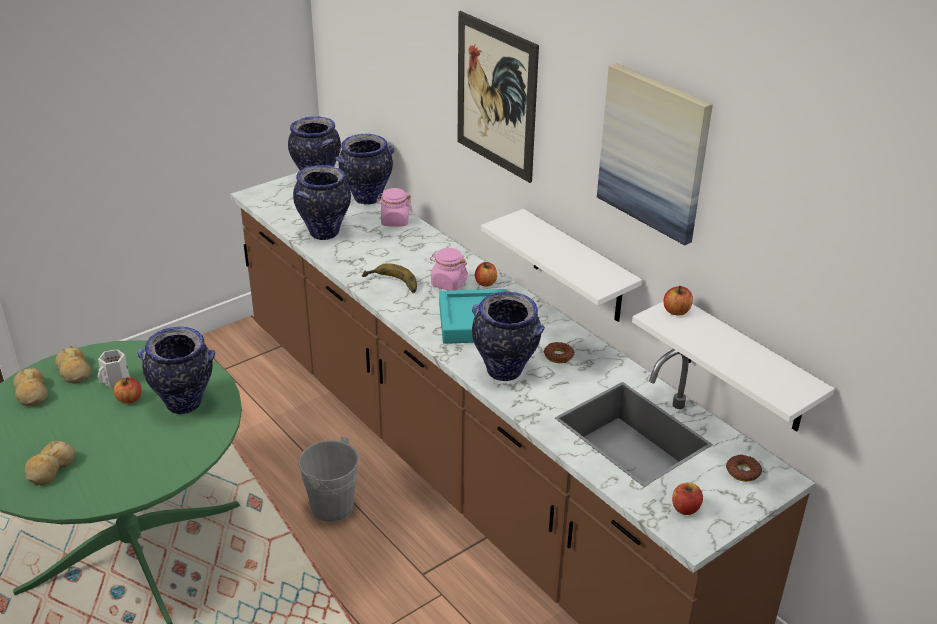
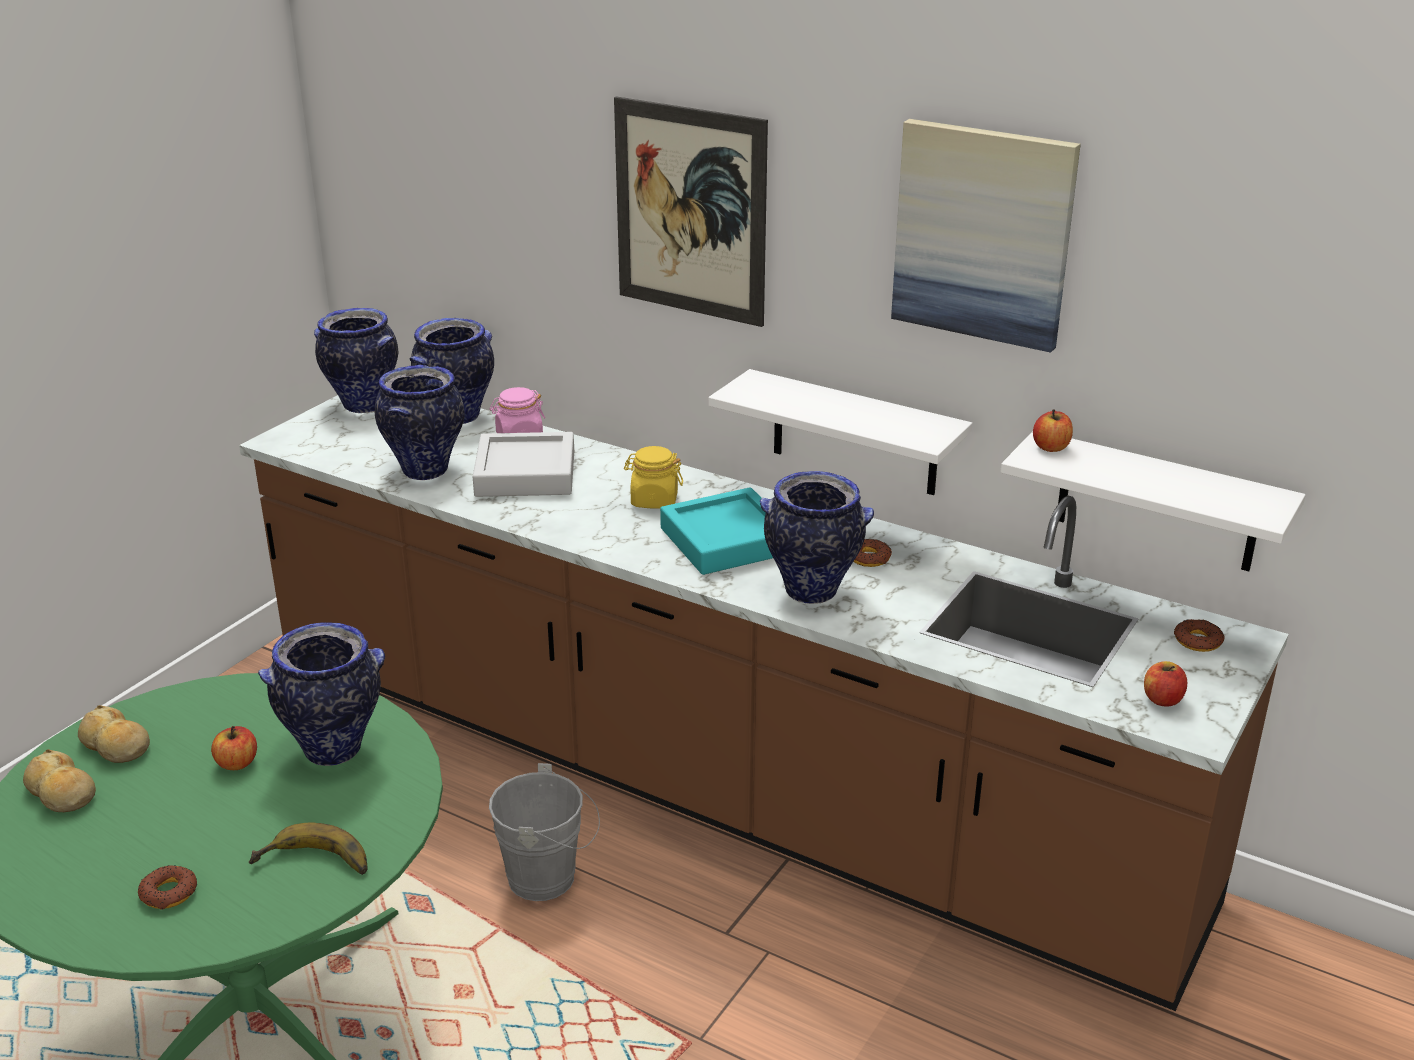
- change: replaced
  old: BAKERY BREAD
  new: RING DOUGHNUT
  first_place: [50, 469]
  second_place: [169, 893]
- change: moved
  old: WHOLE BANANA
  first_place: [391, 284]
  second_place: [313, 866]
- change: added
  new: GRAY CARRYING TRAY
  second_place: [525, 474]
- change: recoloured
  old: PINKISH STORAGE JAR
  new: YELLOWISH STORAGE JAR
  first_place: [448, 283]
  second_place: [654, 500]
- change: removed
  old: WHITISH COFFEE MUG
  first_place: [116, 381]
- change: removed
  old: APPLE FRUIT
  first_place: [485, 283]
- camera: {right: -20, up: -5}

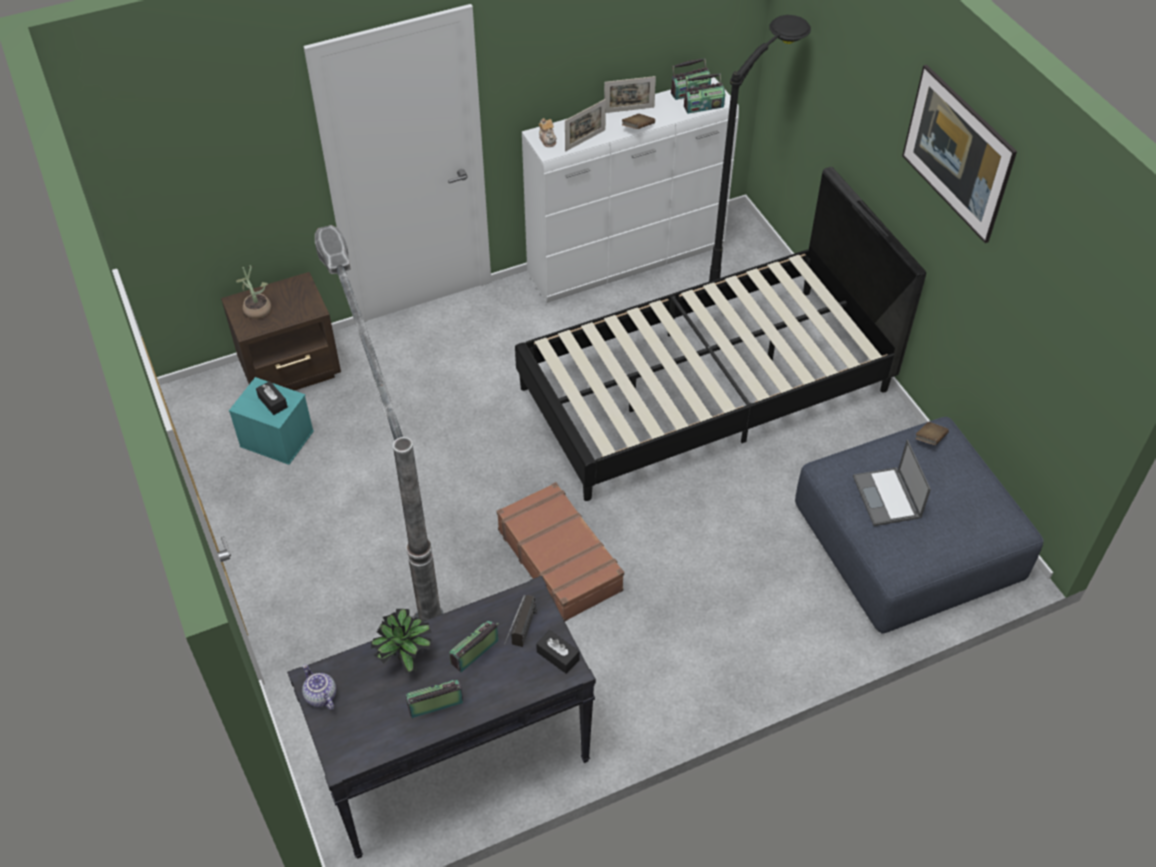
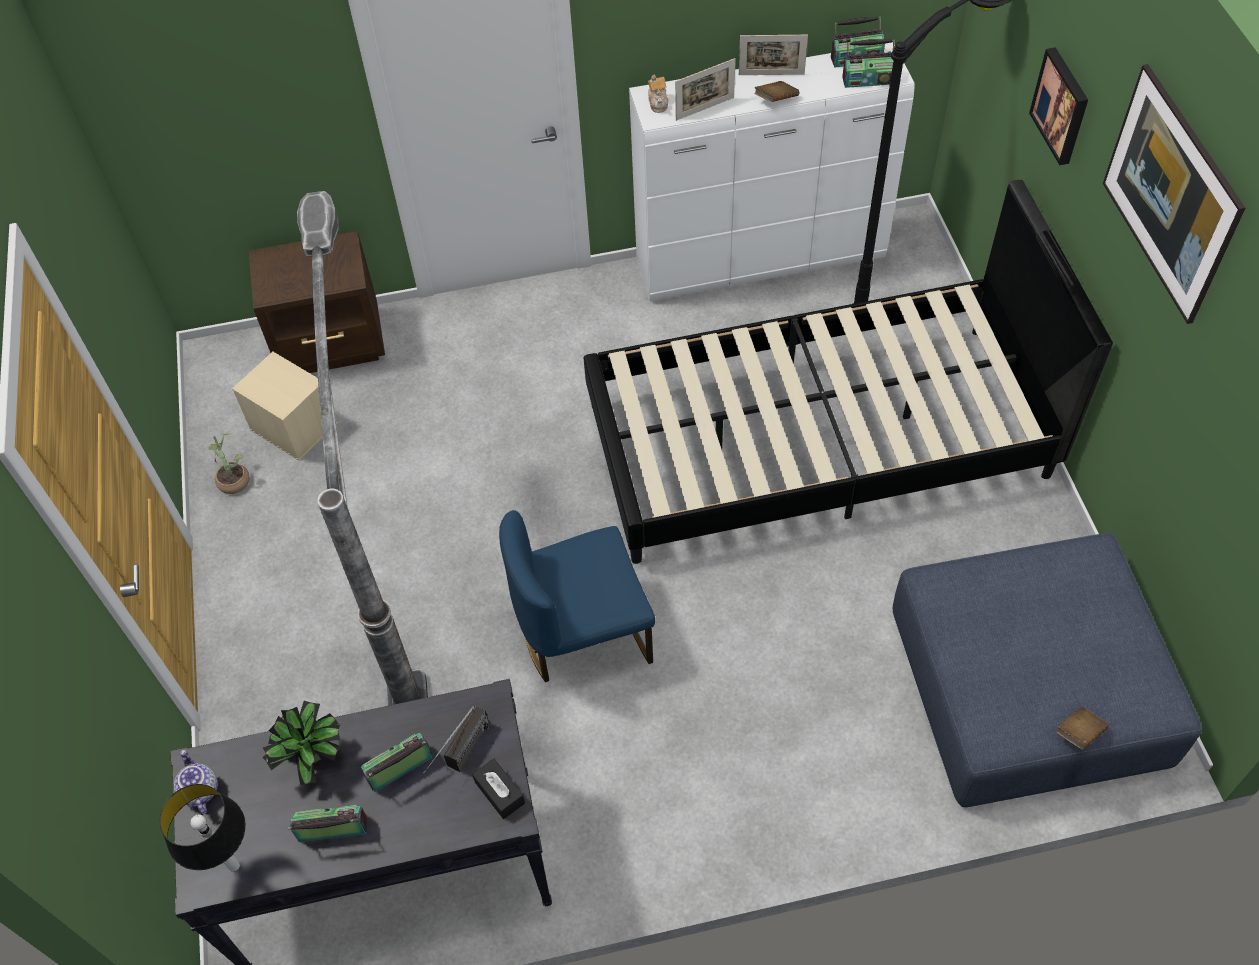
- change: added
  new: LAMP FOR A TABLE
  second_place: [234, 866]
- change: moved
  old: HOUSEPLANT
  first_place: [256, 308]
  second_place: [233, 478]
- change: recoloured
  old: BLUE-GREEN STORAGE BOX
  new: BEIGE STORAGE BOX
  first_place: [275, 439]
  second_place: [292, 426]
- change: replaced
  old: BROWNISH PIECE OF LUGGAGE
  new: BLUE-COLOURED CHAIR
  first_place: [560, 559]
  second_place: [583, 634]
- change: added
  new: WALL PICTURE
  second_place: [1062, 105]
- change: moved
  old: BROWNISH BOOK
  first_place: [930, 439]
  second_place: [1079, 733]
- change: removed
  old: BLACK-COLOURED BOX OF TISSUES
  first_place: [272, 402]
- change: removed
  old: PORTABLE COMPUTER
  first_place: [887, 497]
- camera: {right: 15, up: 5}

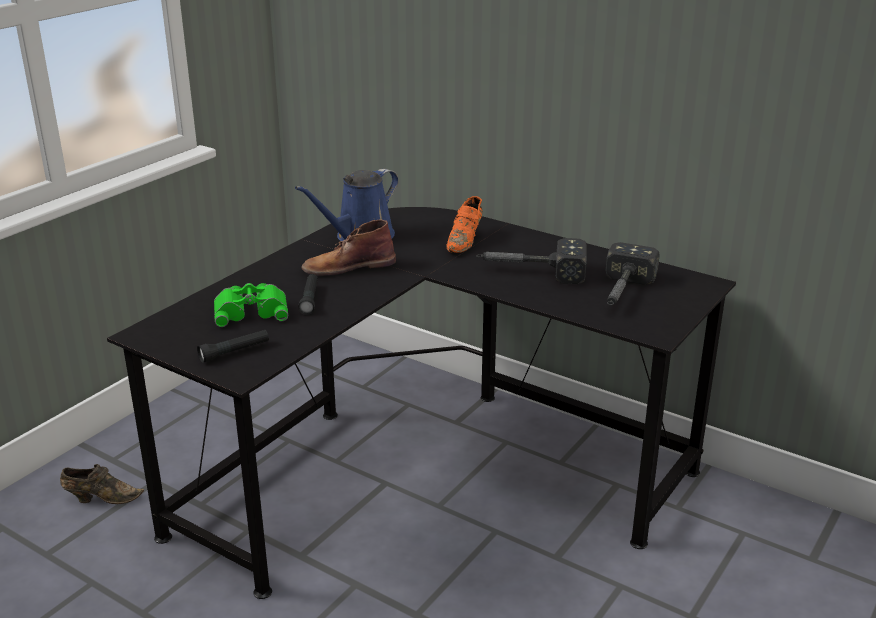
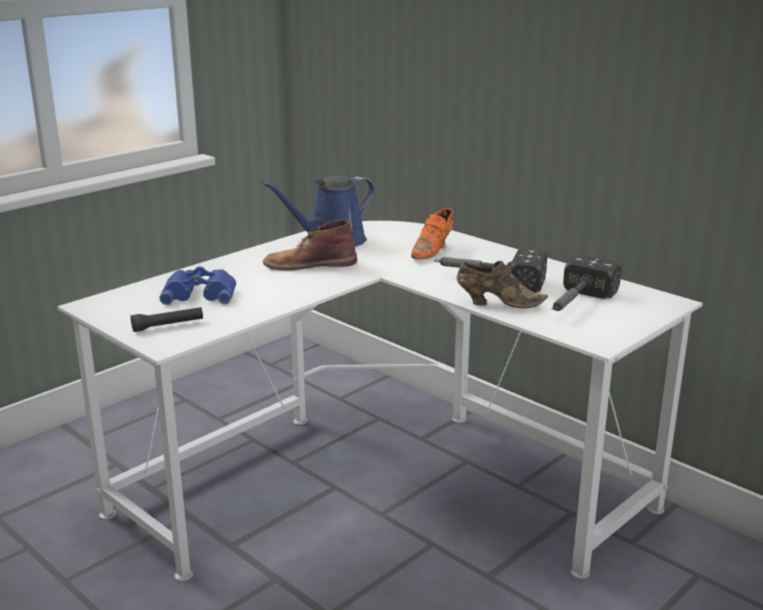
- change: recoloured
  old: BLACK-COLOURED DESK TABLE
  new: WHITISH DESK TABLE
  first_place: [427, 466]
  second_place: [380, 476]
- change: recoloured
  old: GREENISH BINOCULARS
  new: BLUE-COLOURED BINOCULARS
  first_place: [251, 310]
  second_place: [200, 293]
- change: moved
  old: BROWNISH SHOE
  first_place: [101, 498]
  second_place: [497, 303]
- change: removed
  old: BLACK-COLOURED FLASHLIGHT
  first_place: [309, 299]
- camera: {right: 10, up: -5}

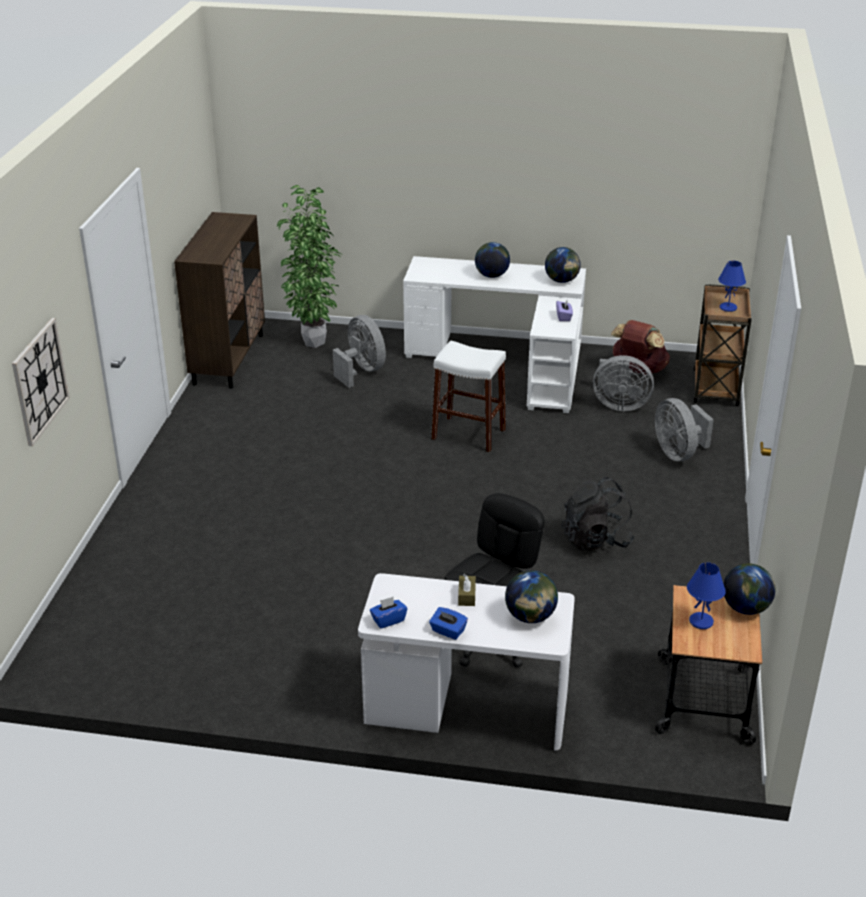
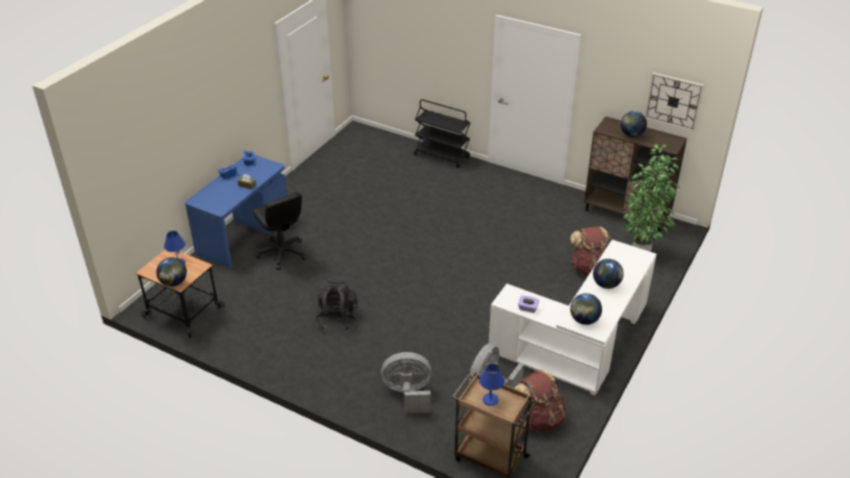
- change: recoloured
  old: WHITISH DESK TABLE
  new: BLUE-COLOURED DESK TABLE
  first_place: [465, 708]
  second_place: [243, 234]
- change: added
  new: BLACK-COLOURED TROLLEY
  second_place: [442, 156]
- change: replaced
  old: GRAY COOLING FAN
  new: BROWNISH BACKPACK
  first_place: [361, 371]
  second_place: [590, 268]
- change: moved
  old: WORLD GLOBE
  first_place: [530, 617]
  second_place: [631, 135]
- change: moved
  old: WALL CLOCK
  first_place: [40, 381]
  second_place: [673, 101]
- change: removed
  old: WHITISH STOOL
  first_place: [468, 434]
- camera: {right: 110, up: 5}

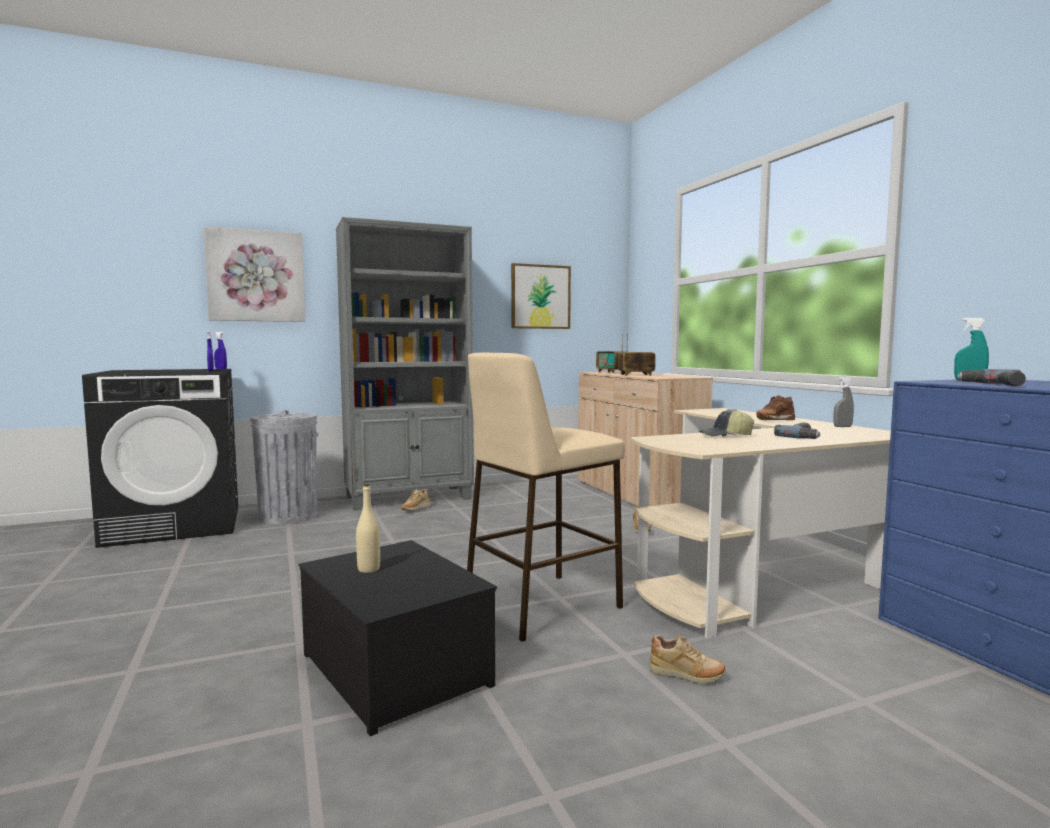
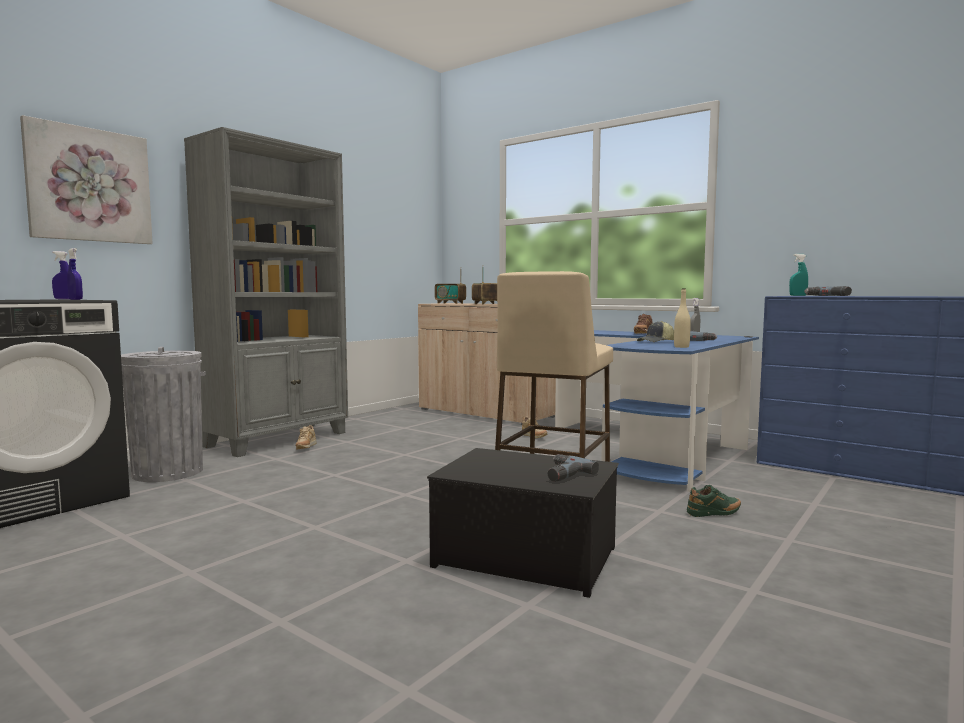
- change: added
  new: POWER DRILL
  second_place: [561, 474]
- change: recoloured
  old: BEIGE DESK TABLE
  new: BLUE-COLOURED DESK TABLE
  first_place: [760, 570]
  second_place: [653, 449]
- change: moved
  old: BEIGE DRINK BOTTLE
  first_place: [368, 569]
  second_place: [681, 347]
- change: recoloured
  old: BEIGE SHOE
  new: GREENISH SHOE
  first_place: [686, 676]
  second_place: [714, 514]
- change: removed
  old: WALL PICTURE
  first_place: [540, 297]
- camera: {right: -30, up: 0}

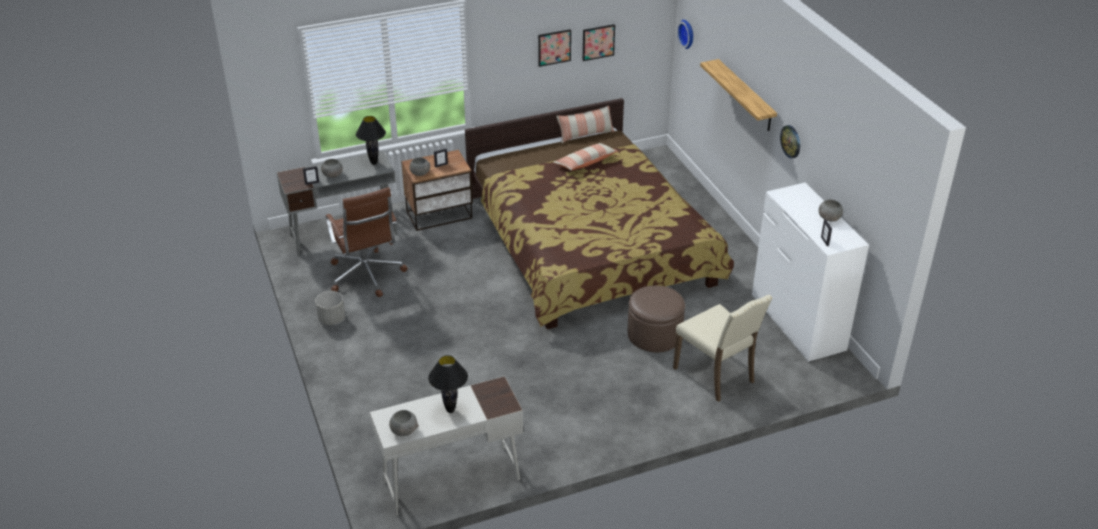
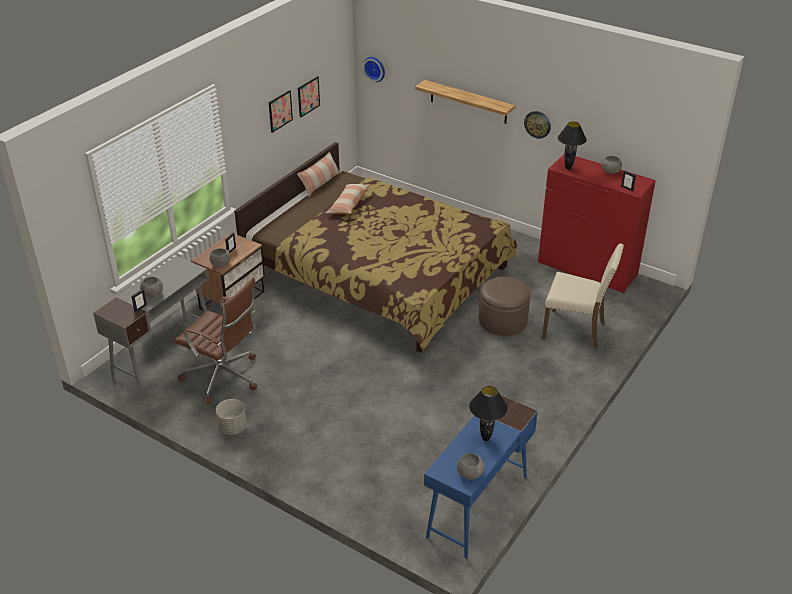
- change: recoloured
  old: WHITISH DESK TABLE
  new: BLUE-COLOURED DESK TABLE
  first_place: [450, 480]
  second_place: [477, 506]
- change: recoloured
  old: WHITISH DRESSER
  new: RED-COLOURED DRESSER
  first_place: [797, 323]
  second_place: [587, 269]
- change: moved
  old: BLACK-COLOURED LAMP FOR A TABLE
  first_place: [374, 163]
  second_place: [568, 168]
- camera: {right: -35, up: 0}

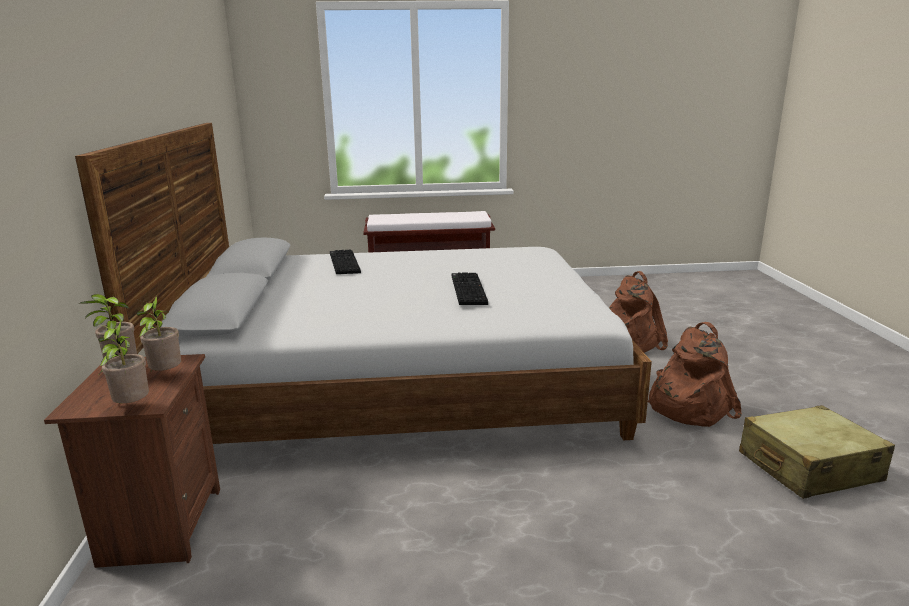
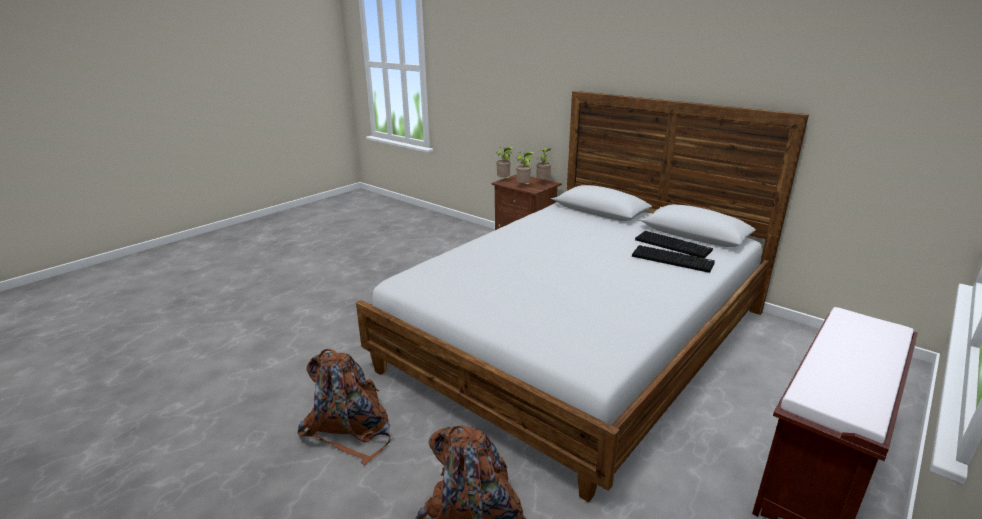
- change: moved
  old: KEYBOARD
  first_place: [467, 290]
  second_place: [674, 245]
- change: removed
  old: BEIGE PIECE OF LUGGAGE
  first_place: [808, 467]
- camera: {right: 135, up: 5}

